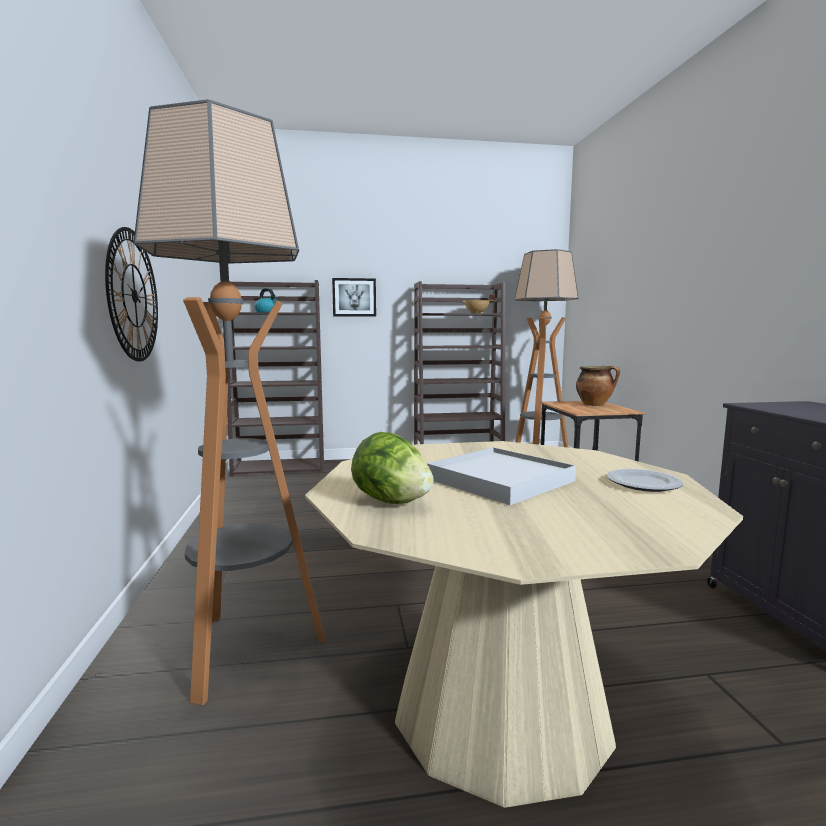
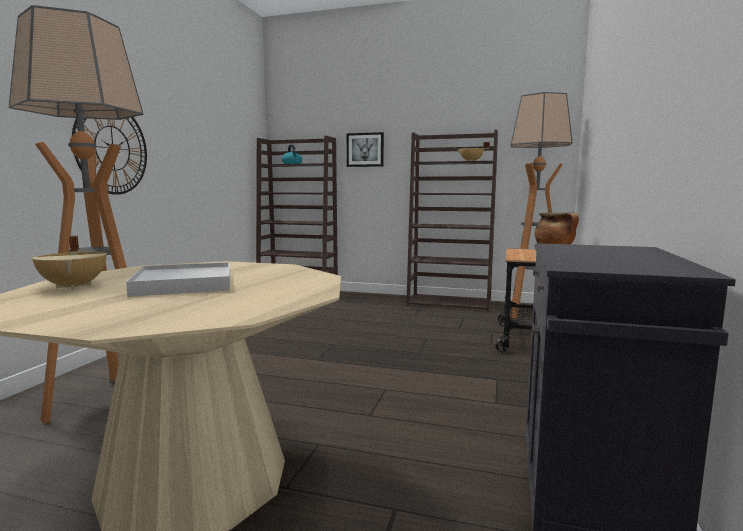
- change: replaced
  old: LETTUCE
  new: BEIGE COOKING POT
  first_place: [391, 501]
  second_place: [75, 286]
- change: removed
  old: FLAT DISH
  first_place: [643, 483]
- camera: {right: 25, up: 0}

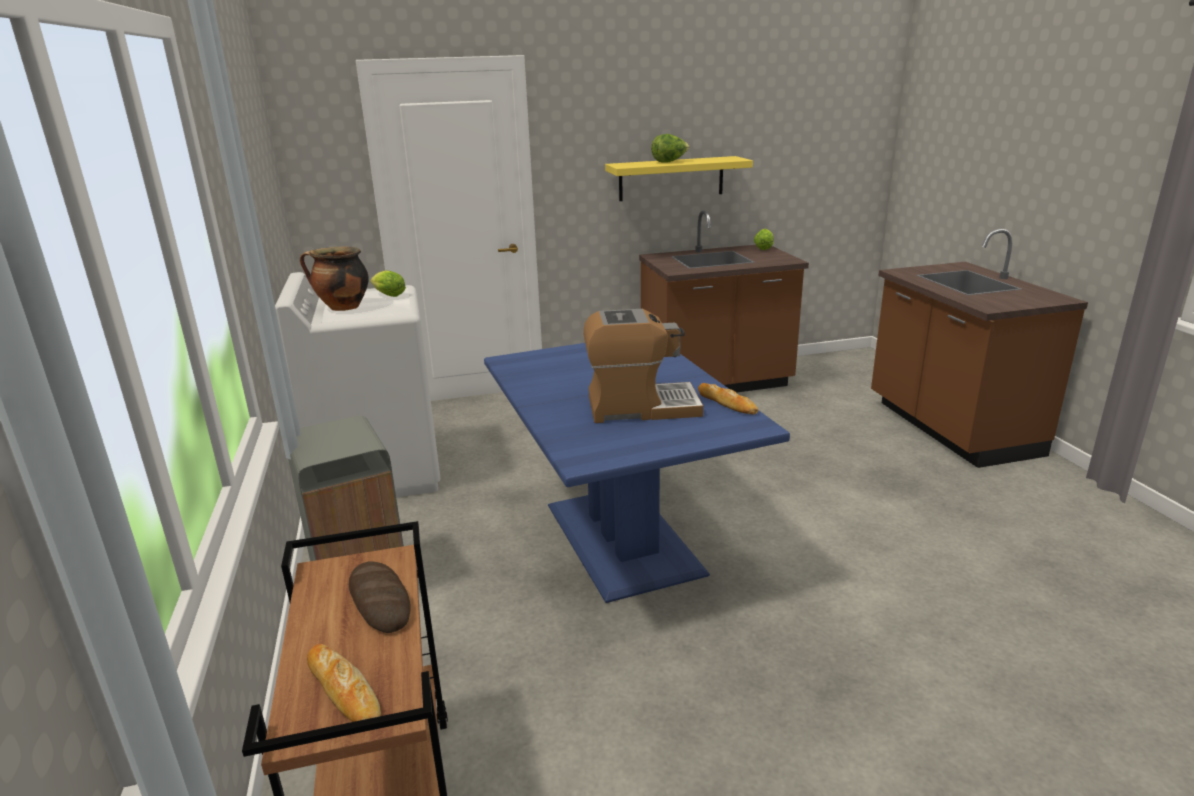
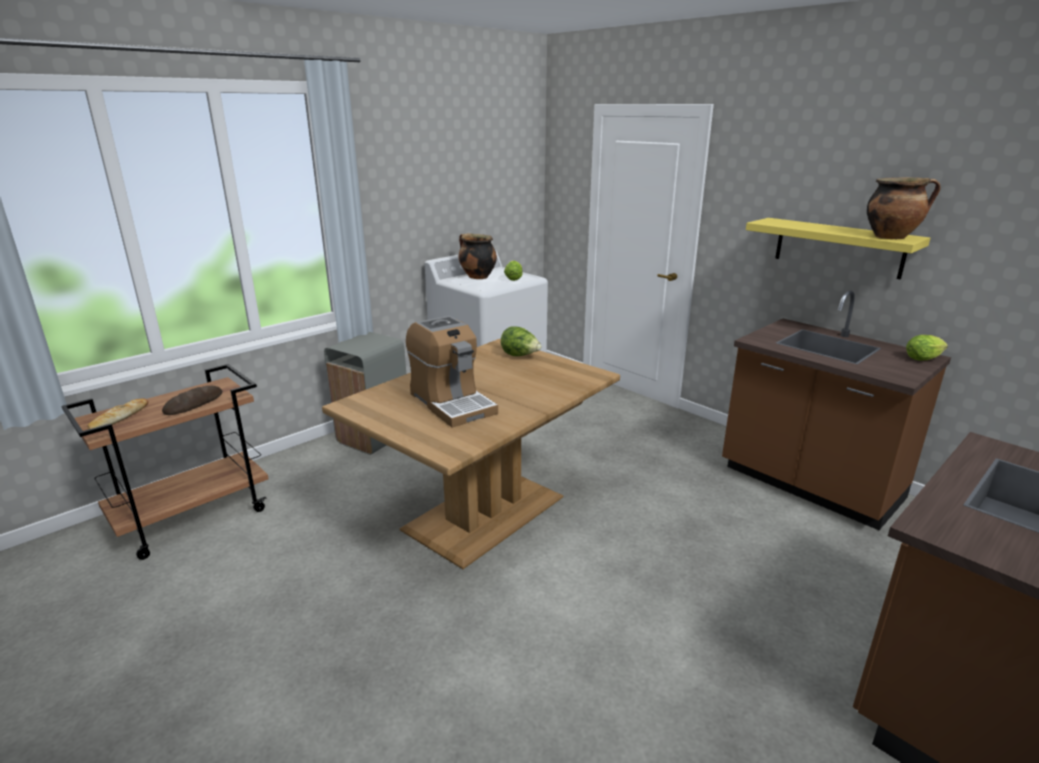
- change: recoloured
  old: BLUE-COLOURED KITCHEN TABLE
  new: BROWNISH KITCHEN TABLE
  first_place: [620, 539]
  second_place: [482, 512]
- change: moved
  old: LETTUCE
  first_place: [669, 162]
  second_place: [520, 356]
- change: added
  new: COOKING POT
  second_place: [891, 237]
- change: removed
  old: BAKERY BREAD
  first_place: [726, 403]
- camera: {right: 60, up: 0}

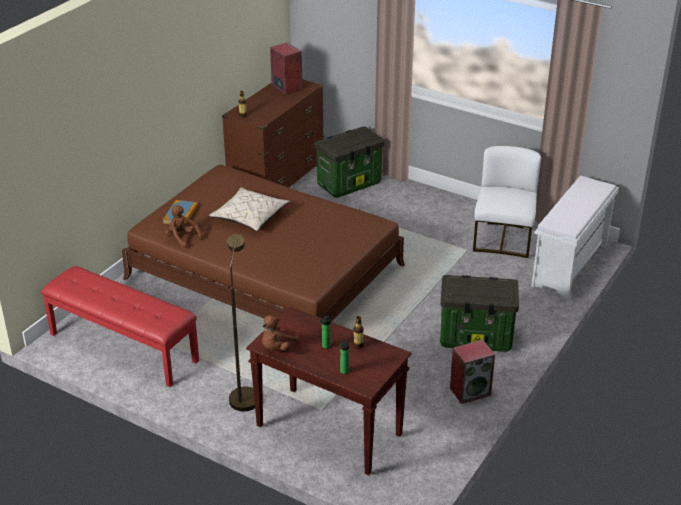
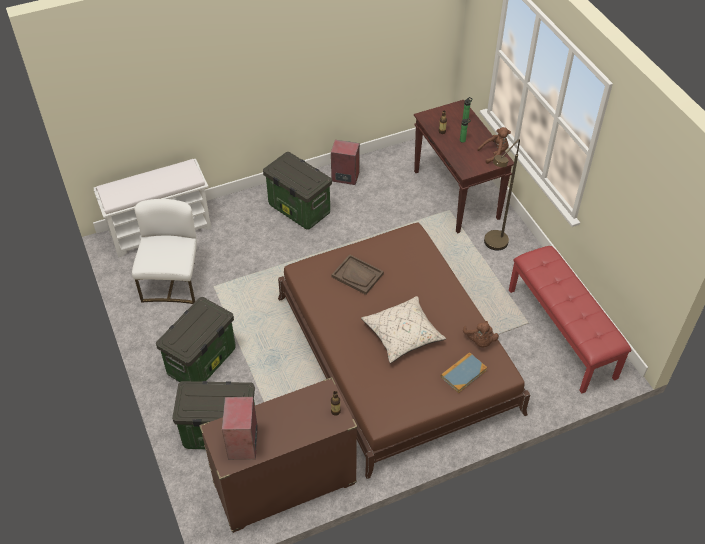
- change: turned
  old: WHITISH CHAIR
  first_place: [503, 239]
  second_place: [173, 282]
  degrees: 135
- change: added
  new: STORAGE BOX
  second_place: [202, 363]
- change: added
  new: BROWNISH CARRYING TRAY
  second_place: [357, 275]
- camera: {right: -145, up: 15}

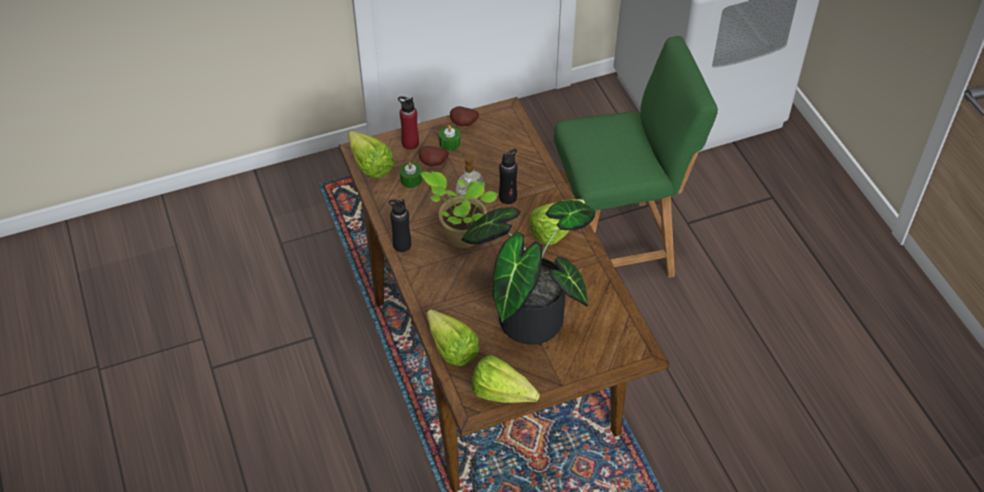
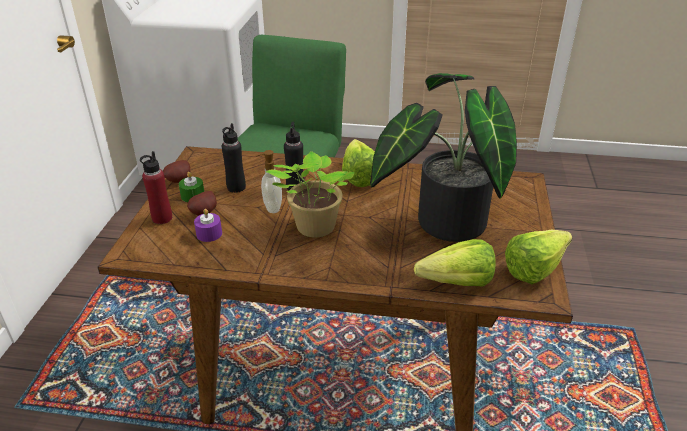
- change: recoloured
  old: GREENISH WAX LIGHT
  new: PURPLE WAX LIGHT
  first_place: [411, 180]
  second_place: [209, 234]
- change: moved
  old: BLACK-COLOURED DRINK BOTTLE
  first_place: [402, 245]
  second_place: [236, 187]
- change: removed
  old: LETTUCE
  first_place: [368, 162]
- camera: {right: -60, up: -15}

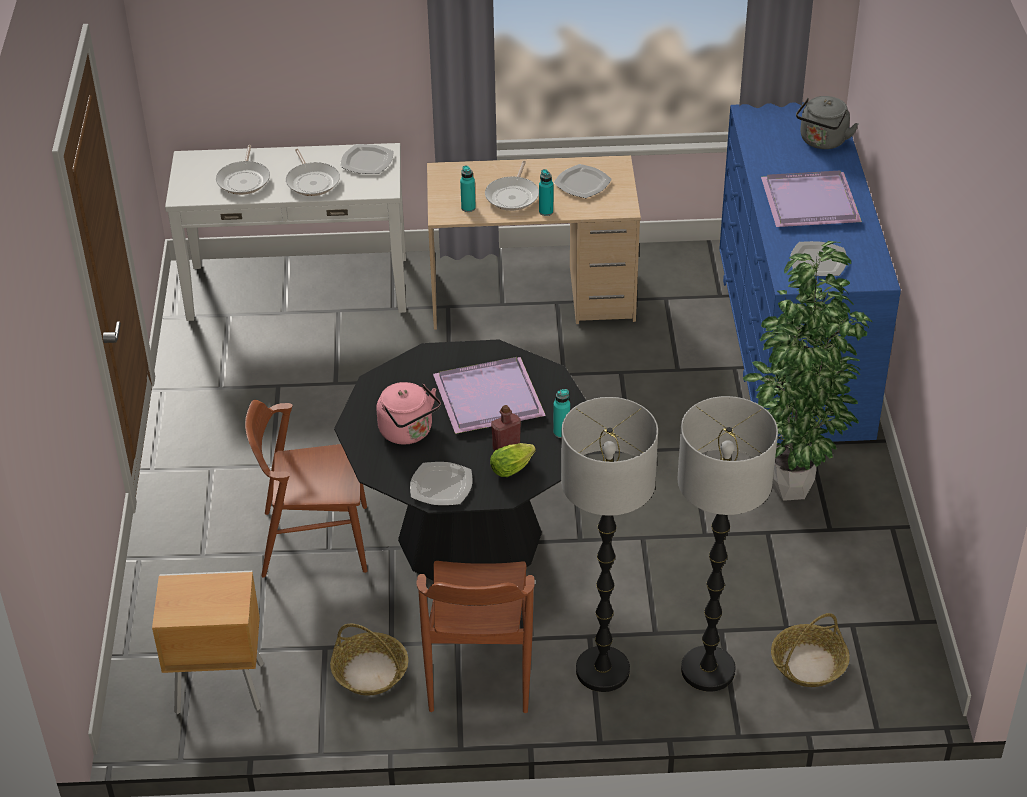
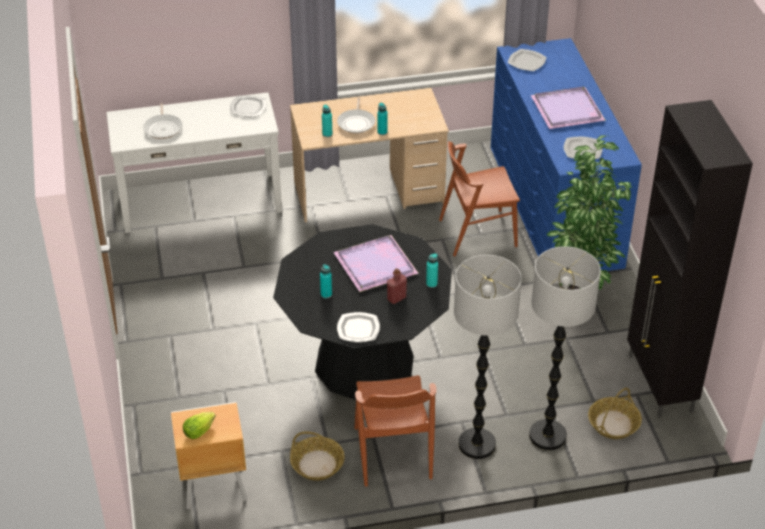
- change: moved
  old: LETTUCE
  first_place: [514, 468]
  second_place: [200, 430]
- change: replaced
  old: PINKISH KETTLE
  new: BLUE-GREEN DRINK BOTTLE
  first_place: [408, 432]
  second_place: [326, 294]
- change: moved
  old: BROWNISH CHAIR
  first_place: [314, 541]
  second_place: [477, 233]
- change: moved
  old: FLAT DISH
  first_place: [583, 183]
  second_place: [527, 61]
- change: added
  new: BLACK-COLOURED CABINET
  second_place: [660, 384]
- change: removed
  old: FRYING PAN
  first_place: [312, 181]
- change: removed
  old: GRAY KETTLE
  first_place: [822, 142]
- camera: {right: -10, up: 0}

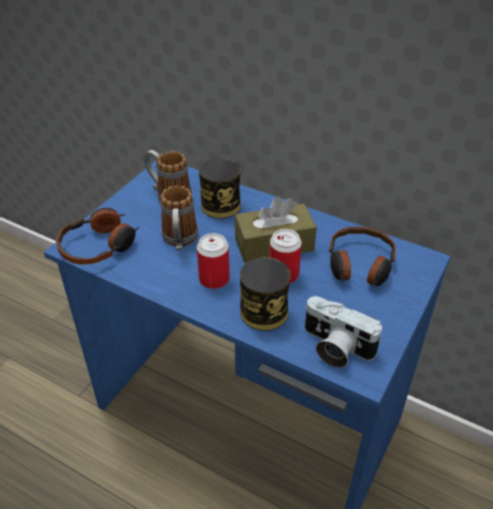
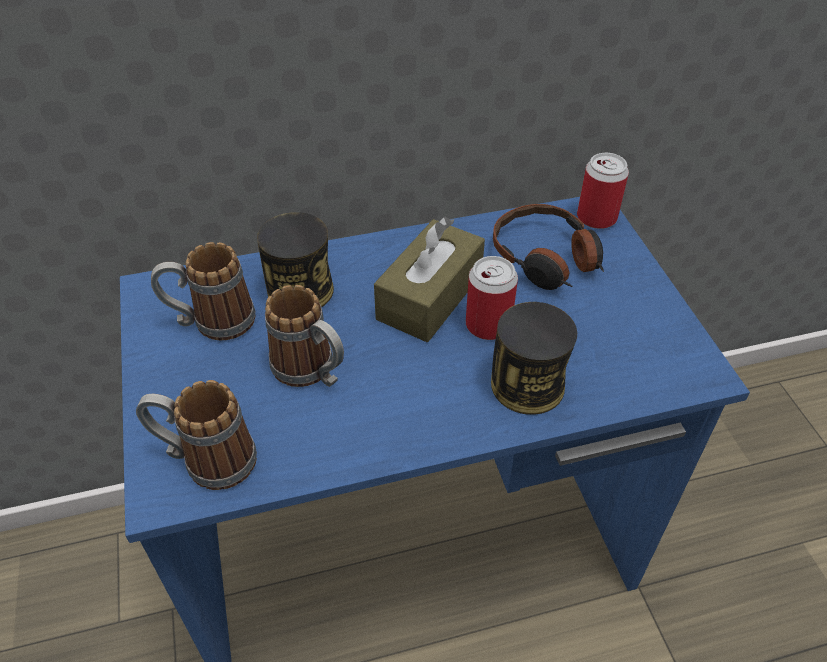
- change: replaced
  old: PAIR OF HEADPHONES
  new: COFFEE MUG
  first_place: [99, 246]
  second_place: [206, 460]
- change: moved
  old: CAN
  first_place: [214, 279]
  second_place: [596, 217]
- change: removed
  old: STILL CAMERA
  first_place: [334, 348]
- camera: {right: -45, up: 5}

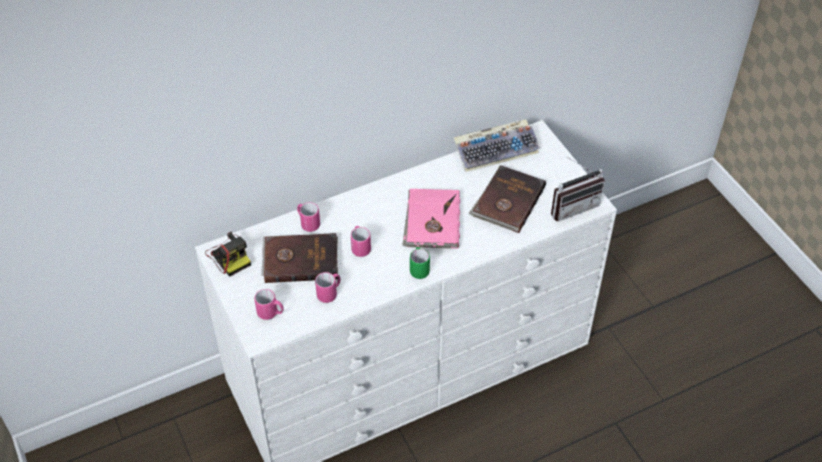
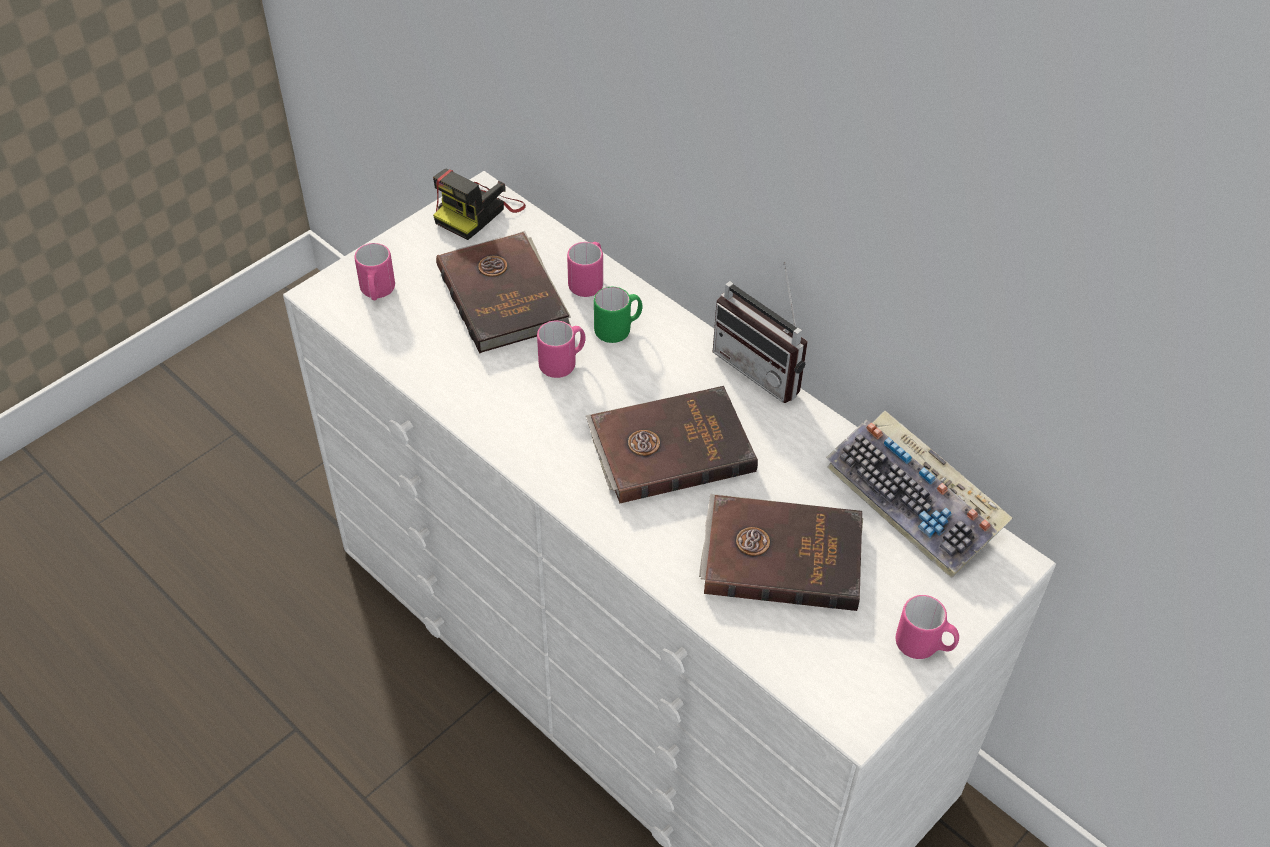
- change: recoloured
  old: PINKISH BOOK
  new: BROWNISH BOOK
  first_place: [431, 221]
  second_place: [670, 447]
- change: moved
  old: GREENISH COFFEE MUG
  first_place: [419, 269]
  second_place: [618, 329]
- change: moved
  old: RADIO
  first_place: [572, 206]
  second_place: [764, 367]
- change: moved
  old: PINKISH COFFEE MUG
  first_place: [329, 293]
  second_place: [924, 646]
- camera: {right: 70, up: 0}

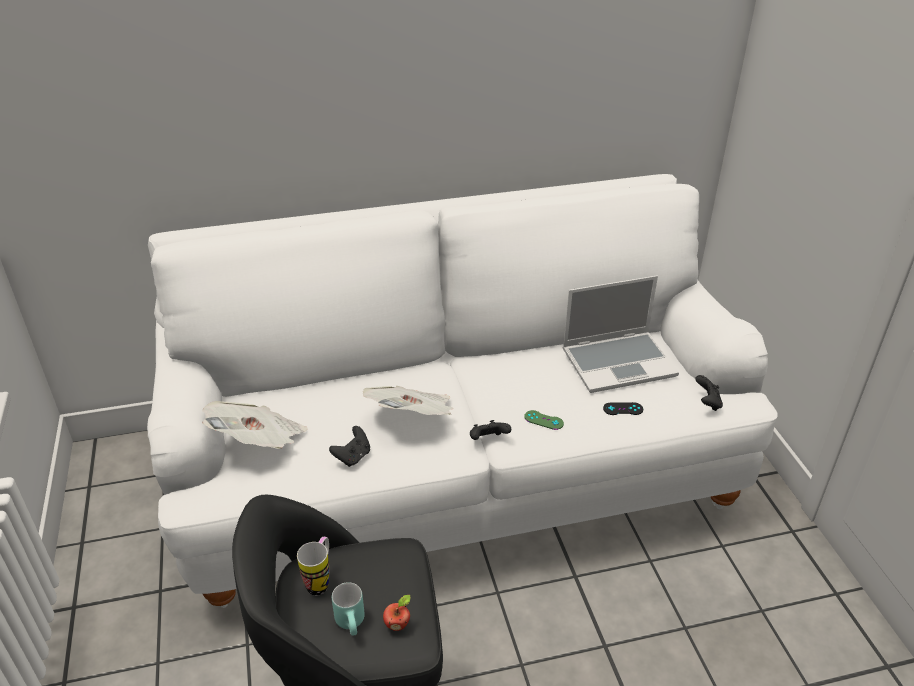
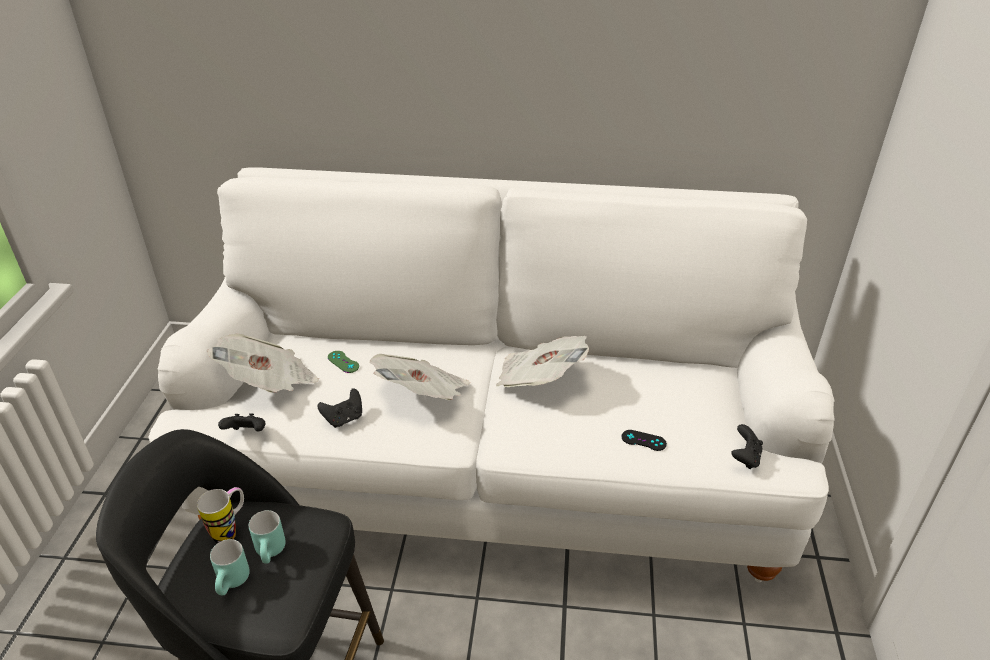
- change: moved
  old: BLACK-COLOURED GAME CONTROLLER
  first_place: [488, 440]
  second_place: [247, 433]
- change: added
  new: BLUE-GREEN COFFEE MUG
  second_place: [272, 552]
- change: moved
  old: GREENISH GAME CONTROLLER
  first_place: [543, 420]
  second_place: [343, 362]
- change: added
  new: NEWSPAPER
  second_place: [539, 380]
- change: removed
  old: APPLE FRUIT
  first_place: [398, 624]
- change: removed
  old: PORTABLE COMPUTER
  first_place: [619, 362]
- camera: {right: 20, up: 0}

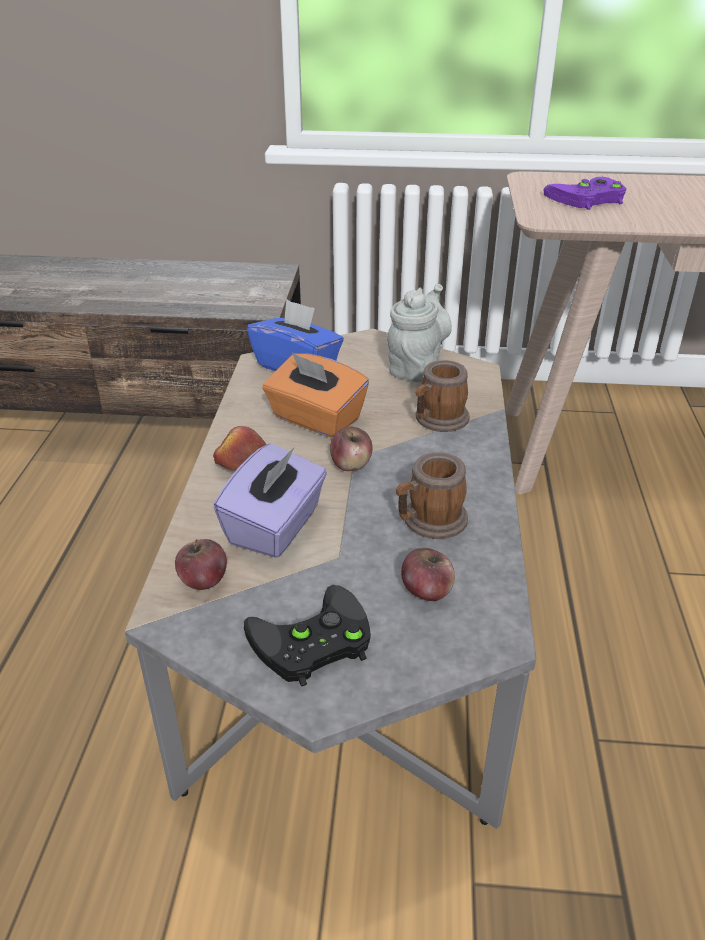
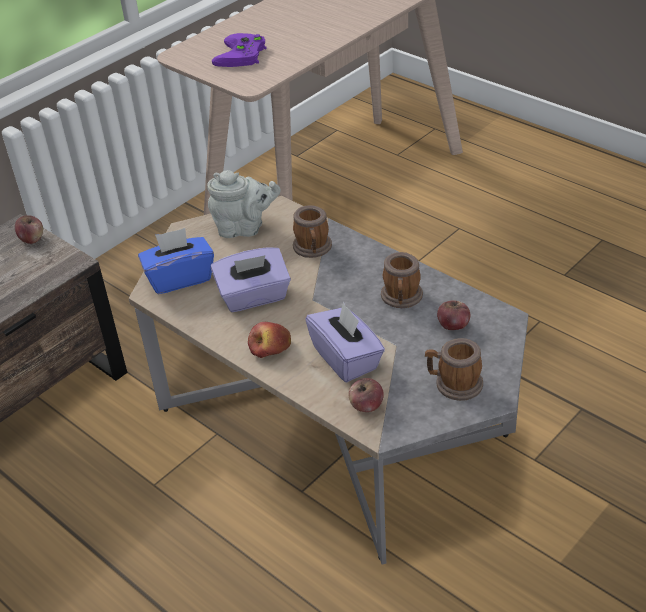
- change: moved
  old: APPLE FRUIT
  first_place: [351, 465]
  second_place: [32, 239]
- change: turned
  old: GRAY POT FOR TEA
  first_place: [416, 367]
  second_place: [244, 228]
  degrees: 120
- change: recoloured
  old: ORANGEY BOX OF TISSUES
  new: PURPLE BOX OF TISSUES
  first_place: [315, 419]
  second_place: [254, 297]
- change: replaced
  old: BLACK-COLOURED GAME CONTROLLER
  new: COFFEE MUG
  first_place: [310, 644]
  second_place: [453, 384]
- camera: {right: -50, up: 5}

